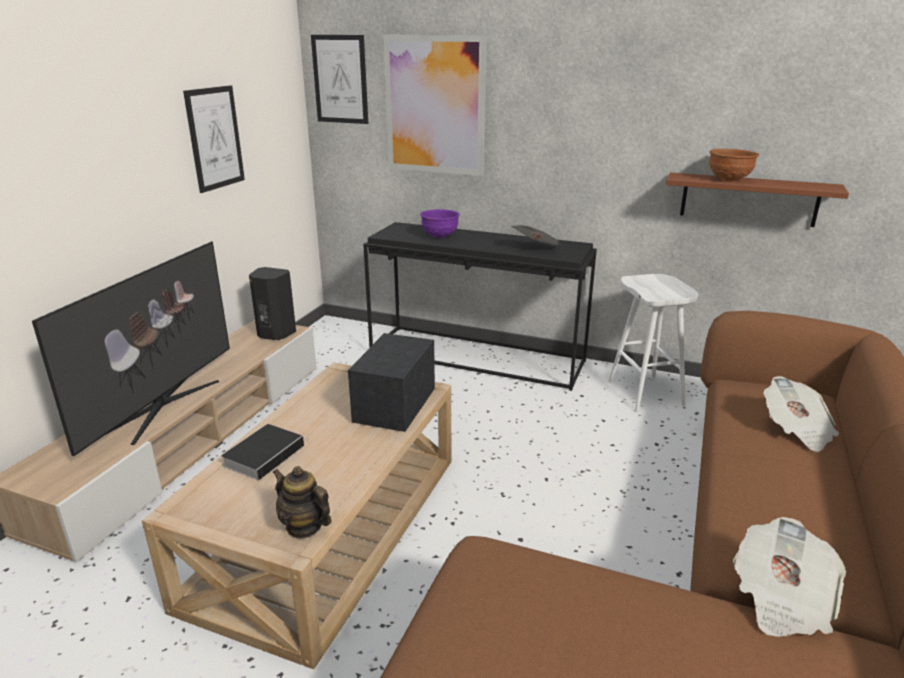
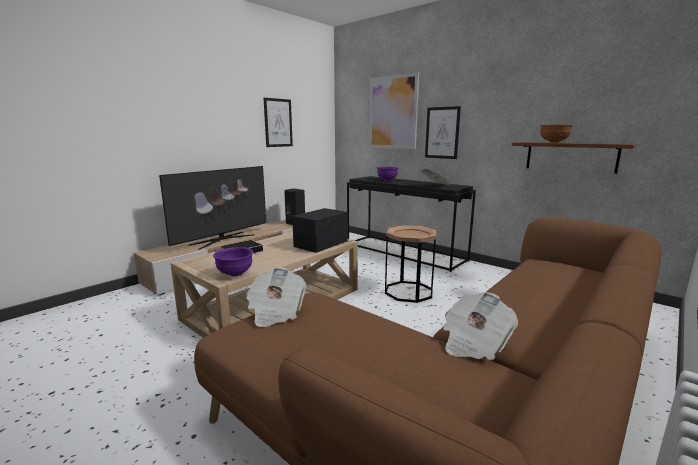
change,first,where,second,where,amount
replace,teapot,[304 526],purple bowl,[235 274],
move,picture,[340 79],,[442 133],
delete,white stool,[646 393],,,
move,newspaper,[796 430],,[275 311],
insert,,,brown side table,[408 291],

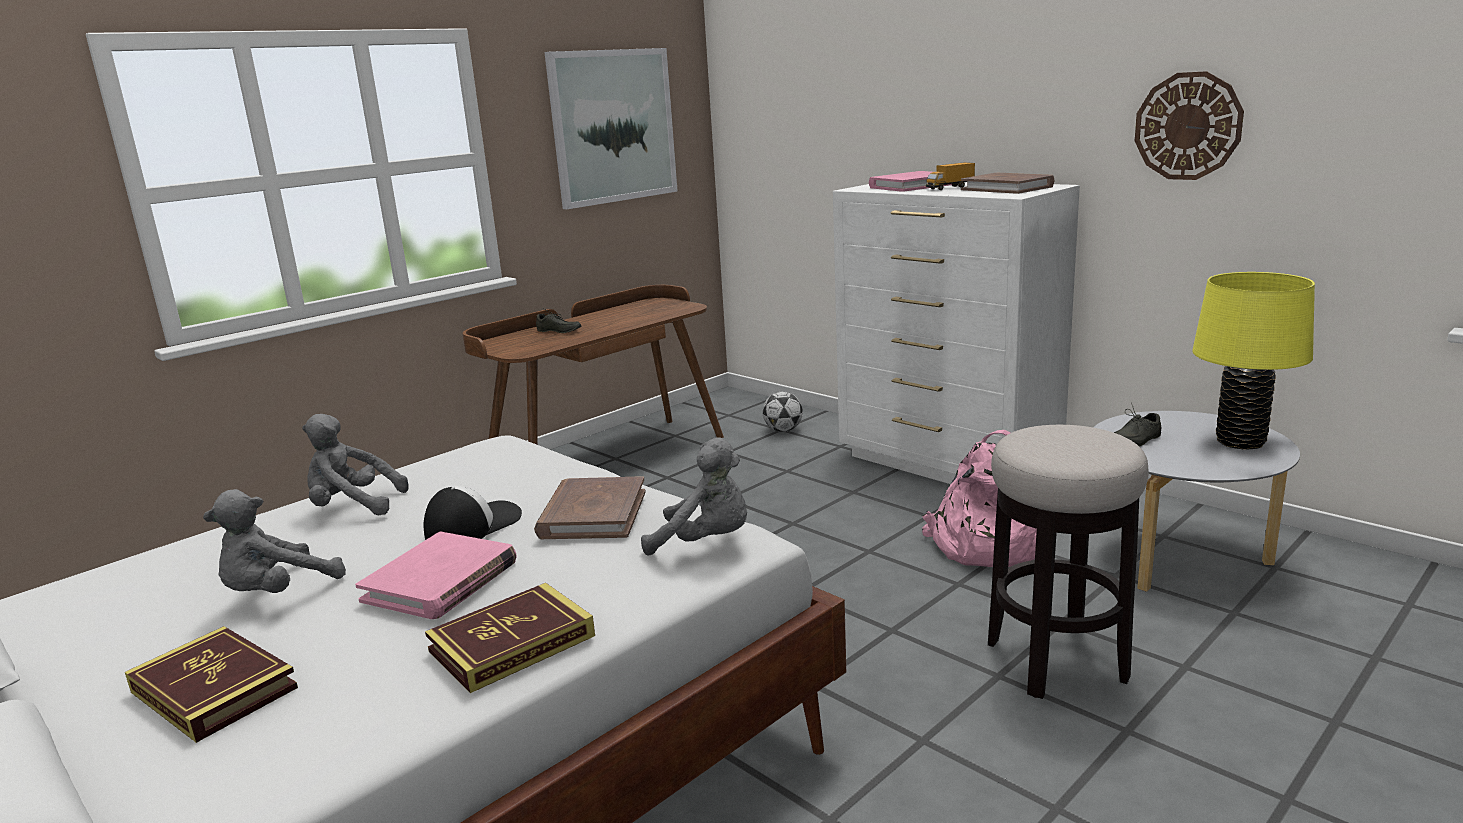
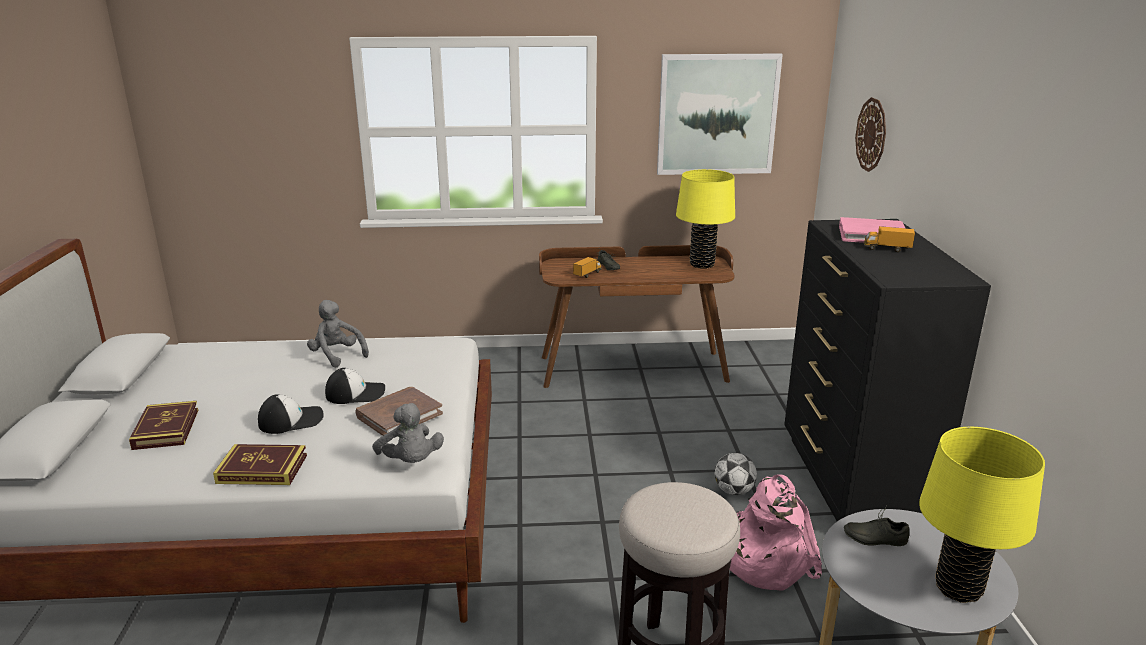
change,first,where,second,where,amount
delete,grey plush toy,[277 592],,,
replace,pink book,[441 581],cap,[291 420],
move,football,[783 430],,[734 491],
recolor,white dresser,[947 464],black dresser,[851 482],
delete,brown book,[1007 188],,,
move,wall clock,[1188 126],,[871 134],
insert,,,toy truck,[587 274],
insert,,,yellow table lamp,[702 264],

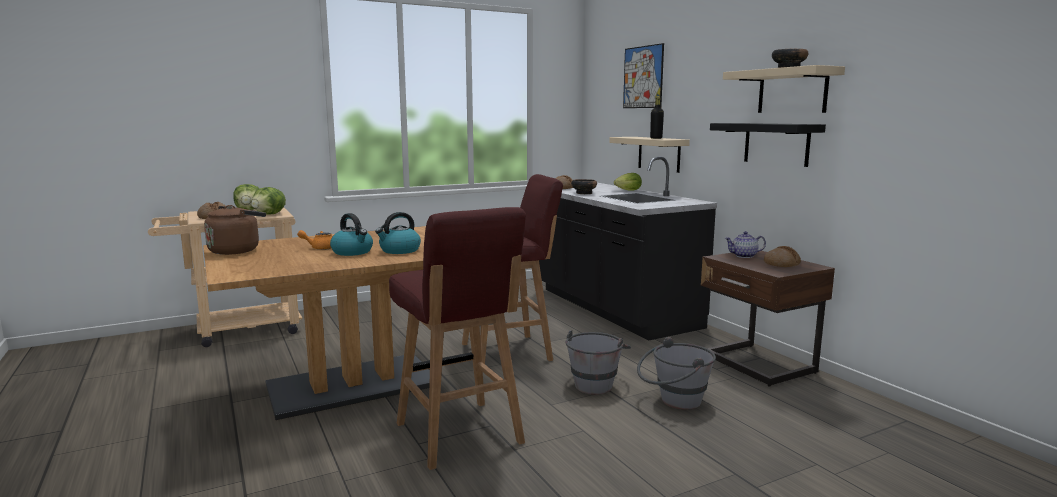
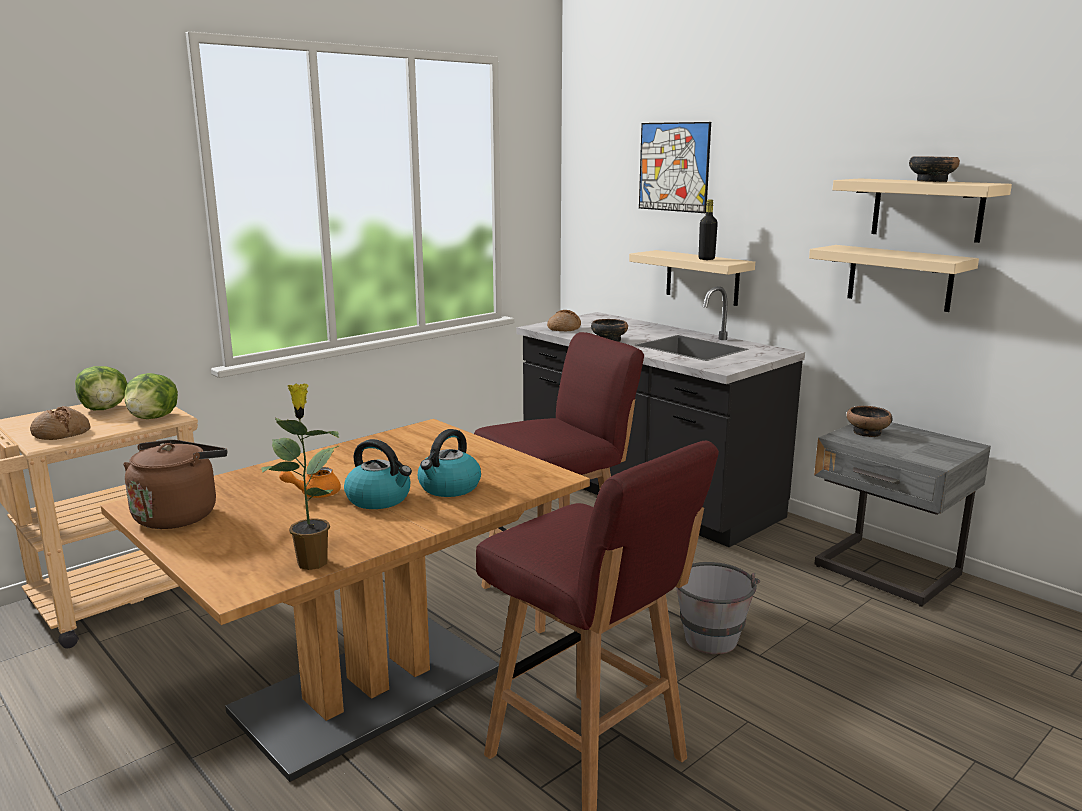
change,first,where,second,where,amount
delete,lettuce,[627 190],,,
delete,grey bucket,[673 402],,,
recolor,brown nightstand,[757 365],grey nightstand,[885 573],
recolor,black shelf,[776 143],beige shelf,[899 278],
replace,teapot,[744 256],bowl,[867 432],
delete,bread,[781 264],,,
insert,,,potted plant,[312 561],

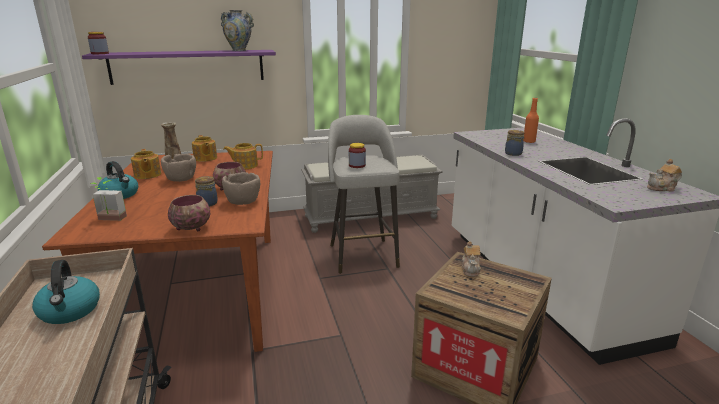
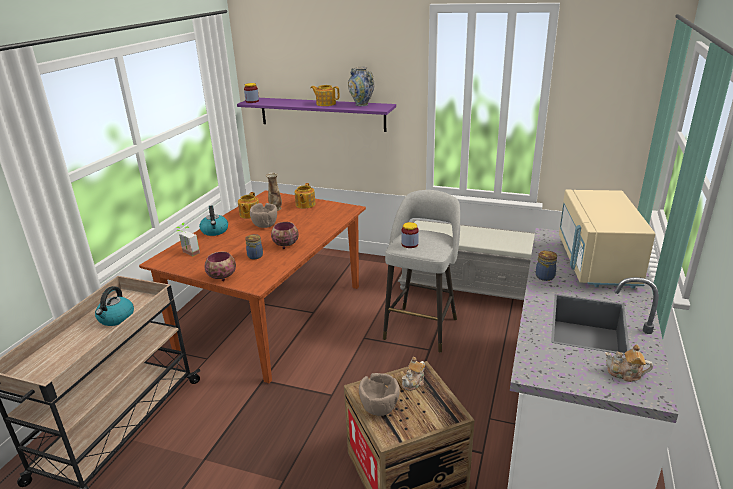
change,first,where,second,where,amount
move,brown bowl,[243 202],,[379 408],
move,teapot,[245 165],,[325 104],
replace,orange bottle,[529 141],beige microwave,[596 263],

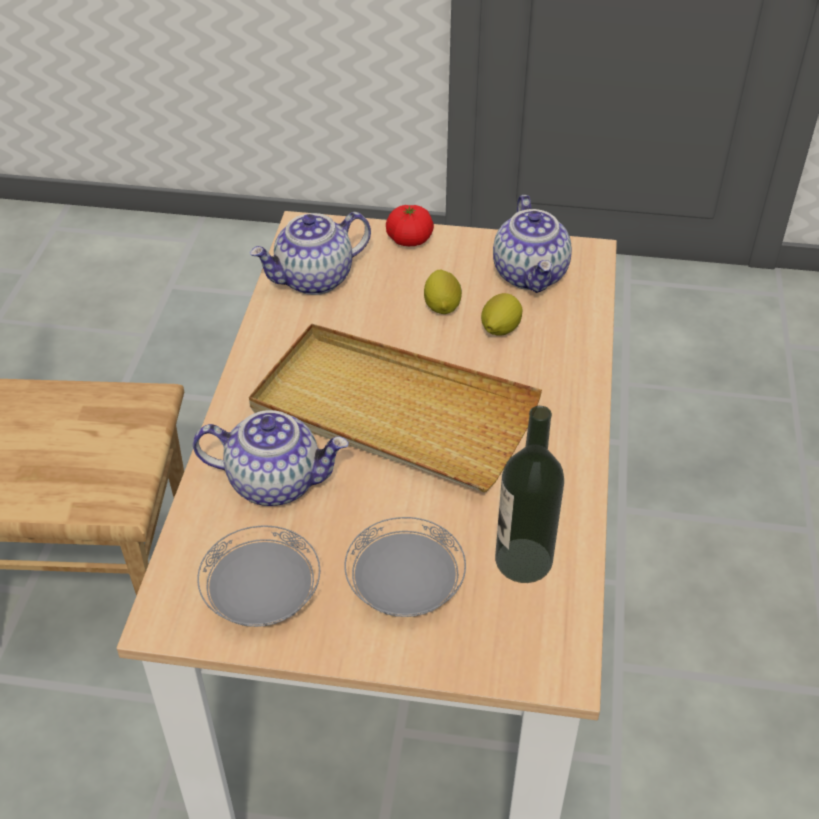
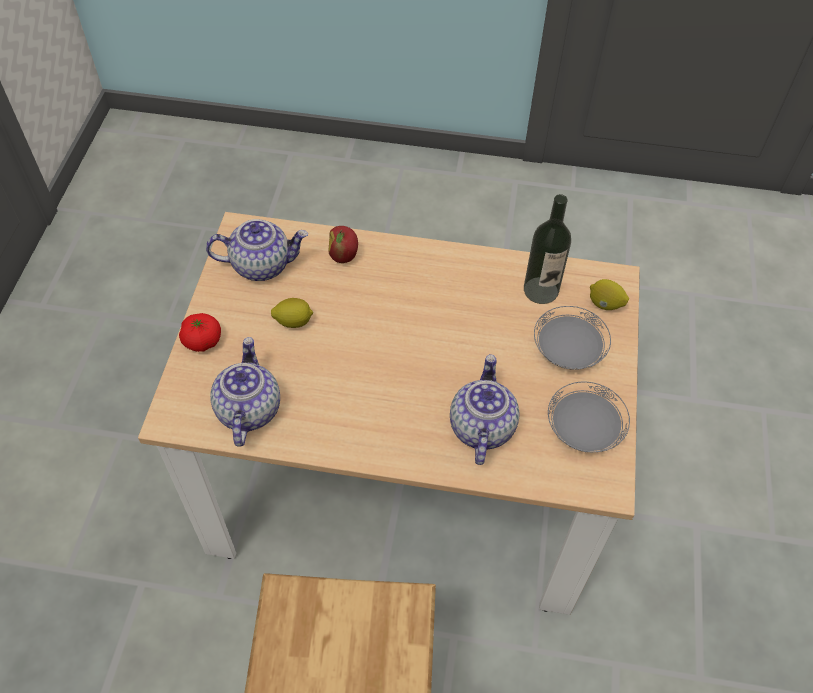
change,first,where,second,where,amount
delete,beige tray,[392 413],,,
rotate,teapot,[314 279],,[248 409],150 degrees counterclockwise
move,lemon,[499 330],,[605 304],
insert,,,apple,[343 256],

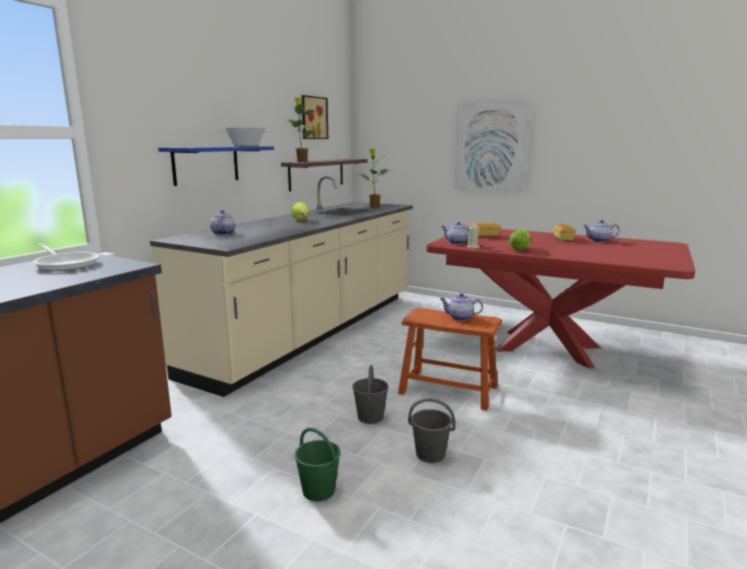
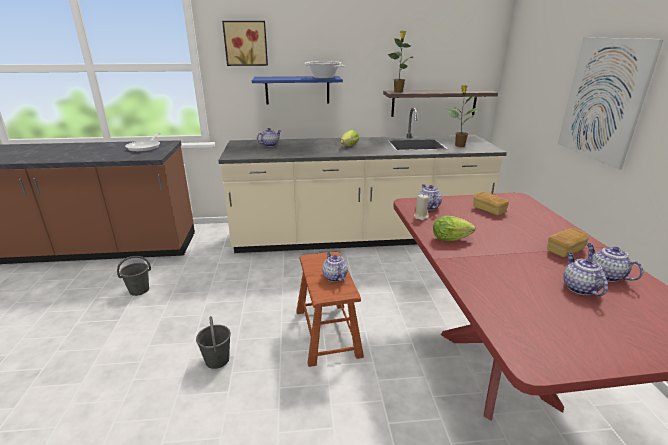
change,first,where,second,where,amount
delete,green bucket,[318 490],,,
move,picture,[313 118],,[246 43],
move,grey bucket,[370 417],,[139 290],
insert,,,teapot,[579 288],

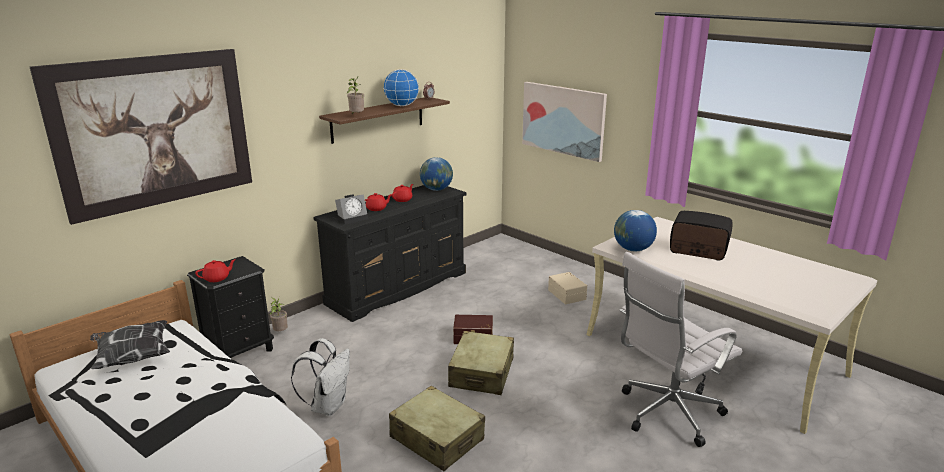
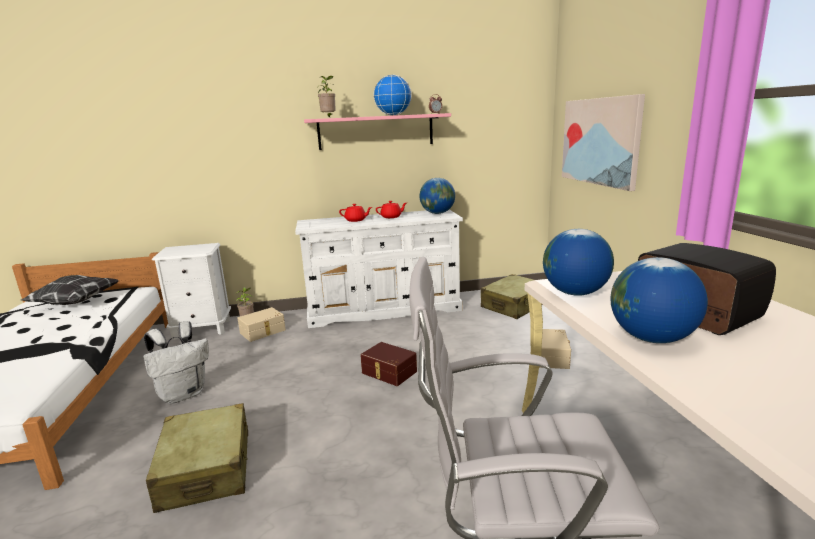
change,first,where,second,where,amount
delete,picture,[154 131],,,
recolor,black nightstand,[240 352],white nightstand,[202 329],
delete,red teapot,[217 278],,,
recolor,black dresser,[398 287],white dresser,[384 309],
recolor,brown shelf,[378 119],pink shelf,[376 132],
delete,alarm clock,[353 218],,,
move,beige suitcase,[482 373],,[514 305],
insert,,,beige storage box,[263 332],
insert,,,globe,[651 338],

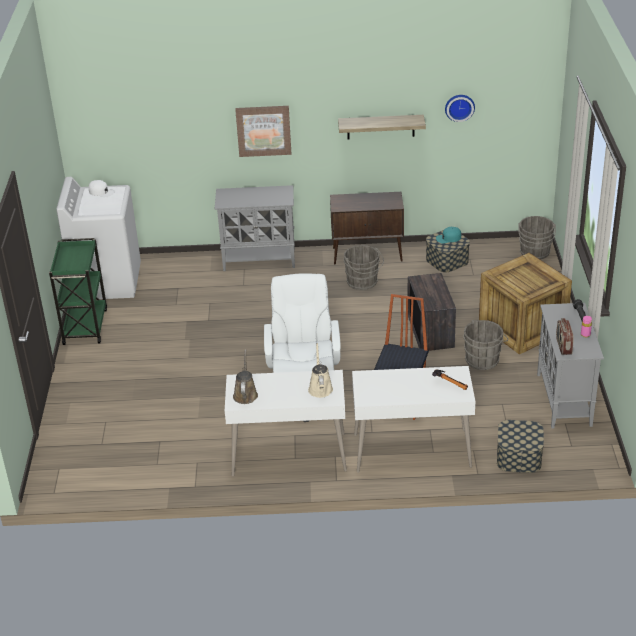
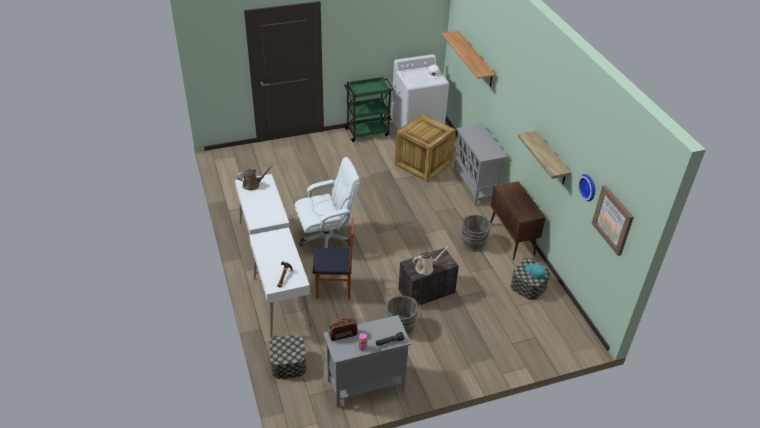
change,first,where,second,where,amount
move,picture,[263 130],,[613 220],
move,beige watering can,[320 387],,[426 268],
move,crate,[524 328],,[423 164],
delete,grey bucket,[534 253],,,
insert,,,shelf,[475 59],

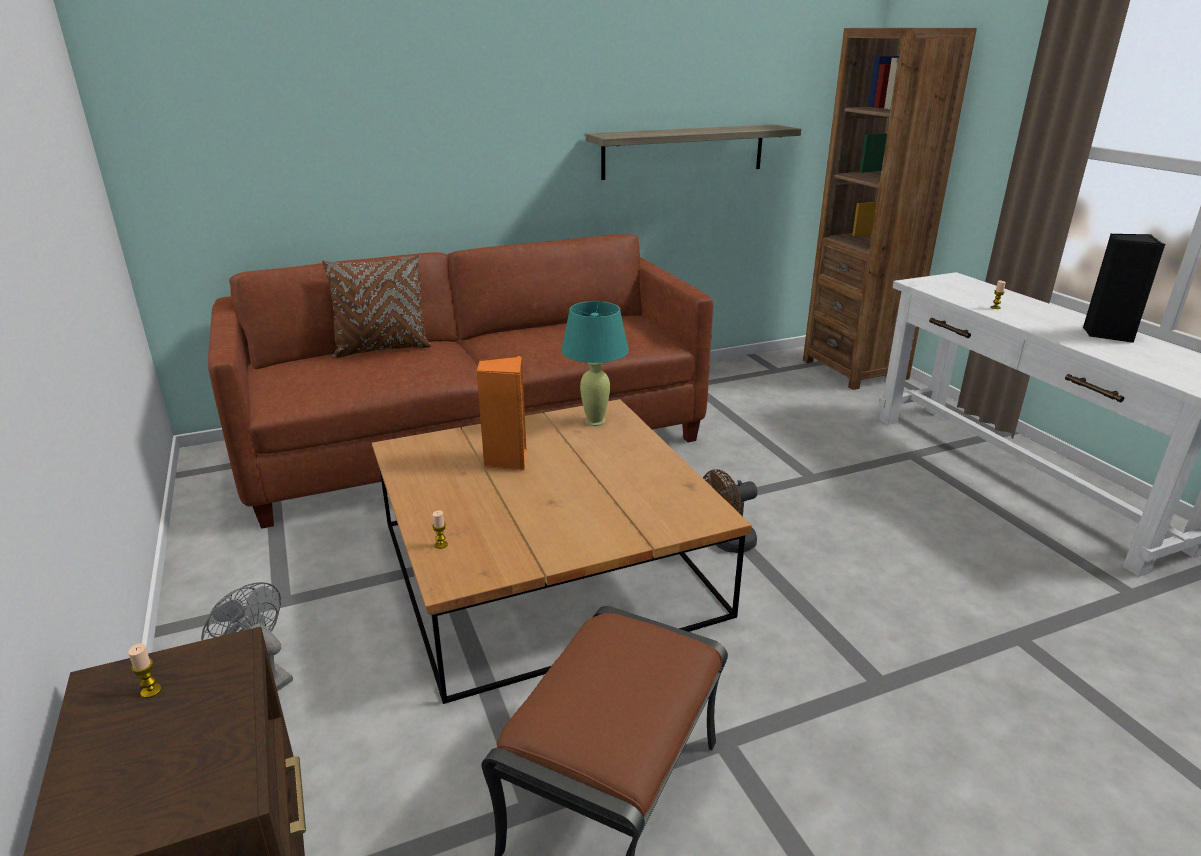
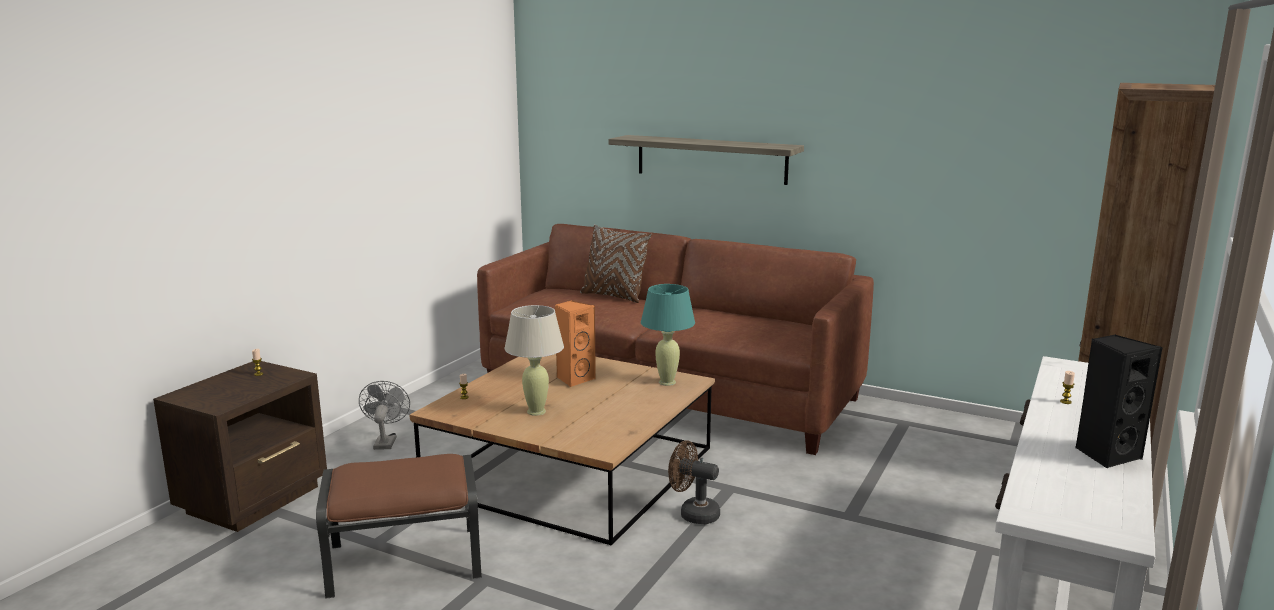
change,first,where,second,where,amount
move,shelf,[684 151],,[711 159],
insert,,,beige table lamp,[536 412],

